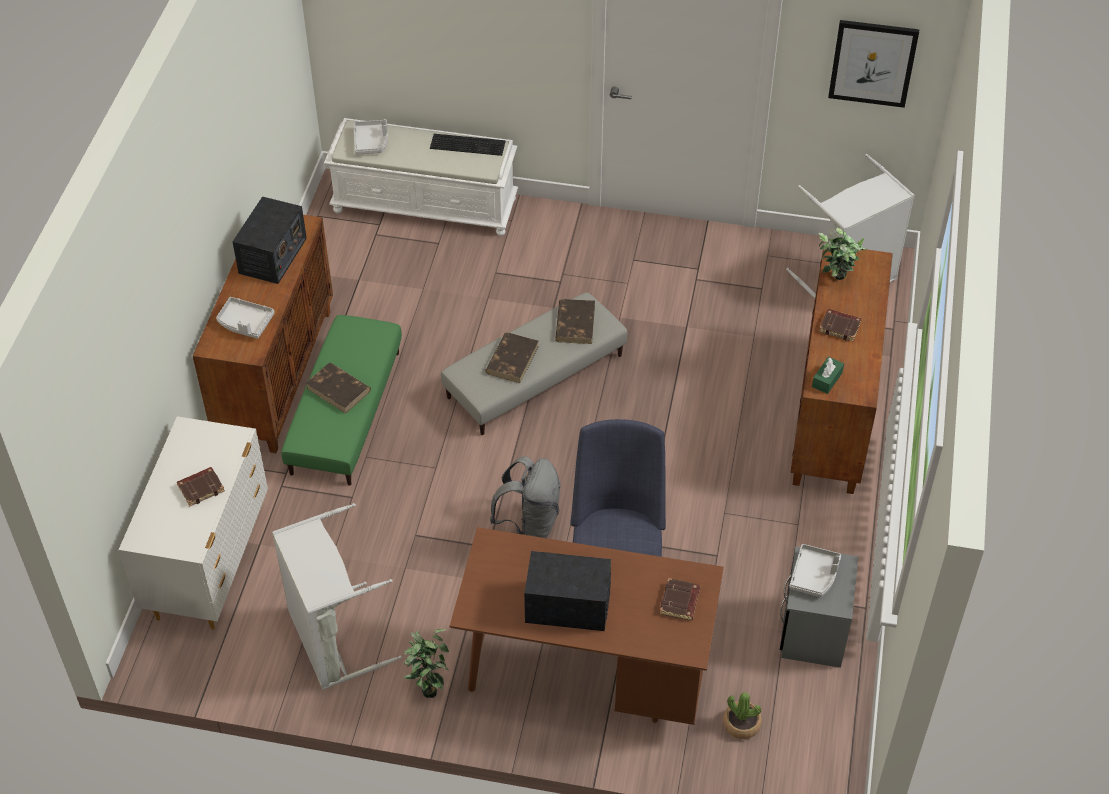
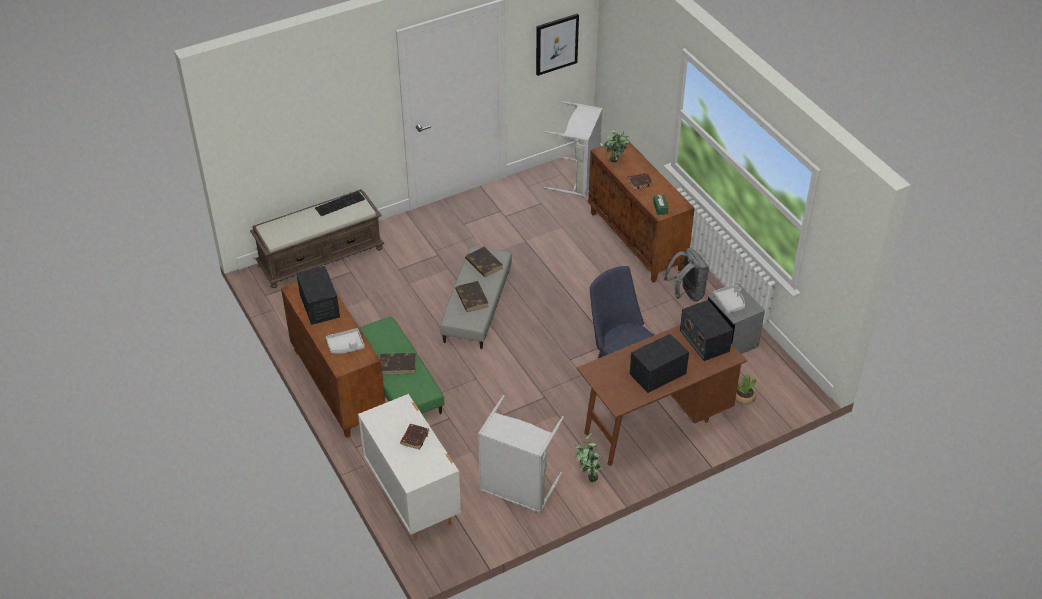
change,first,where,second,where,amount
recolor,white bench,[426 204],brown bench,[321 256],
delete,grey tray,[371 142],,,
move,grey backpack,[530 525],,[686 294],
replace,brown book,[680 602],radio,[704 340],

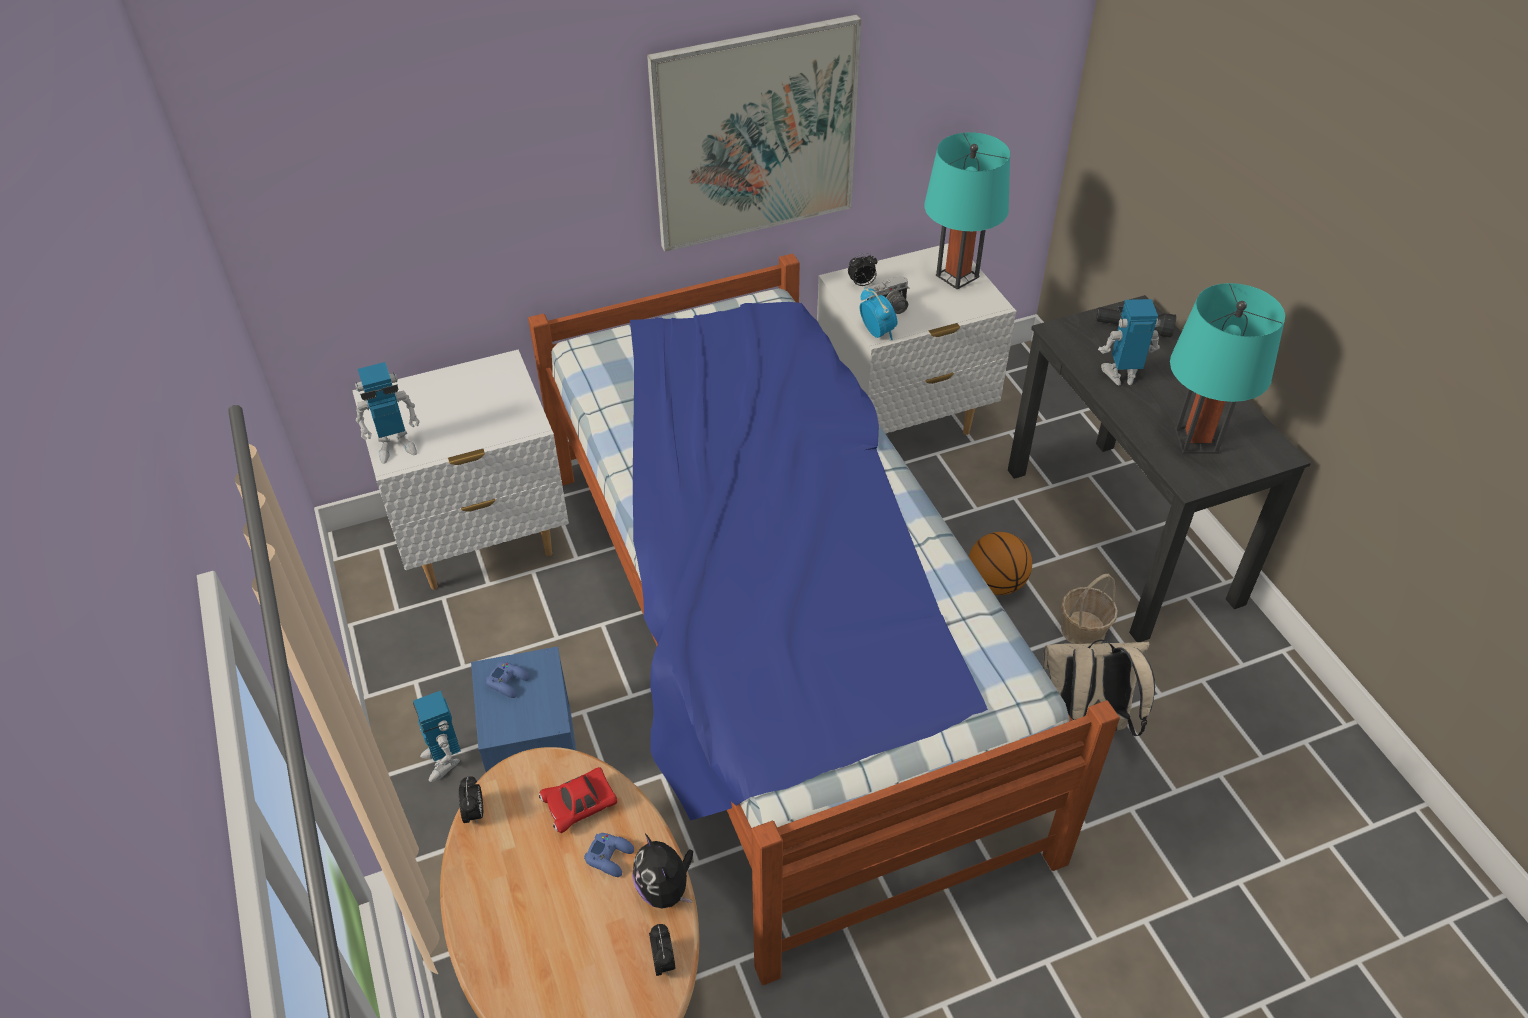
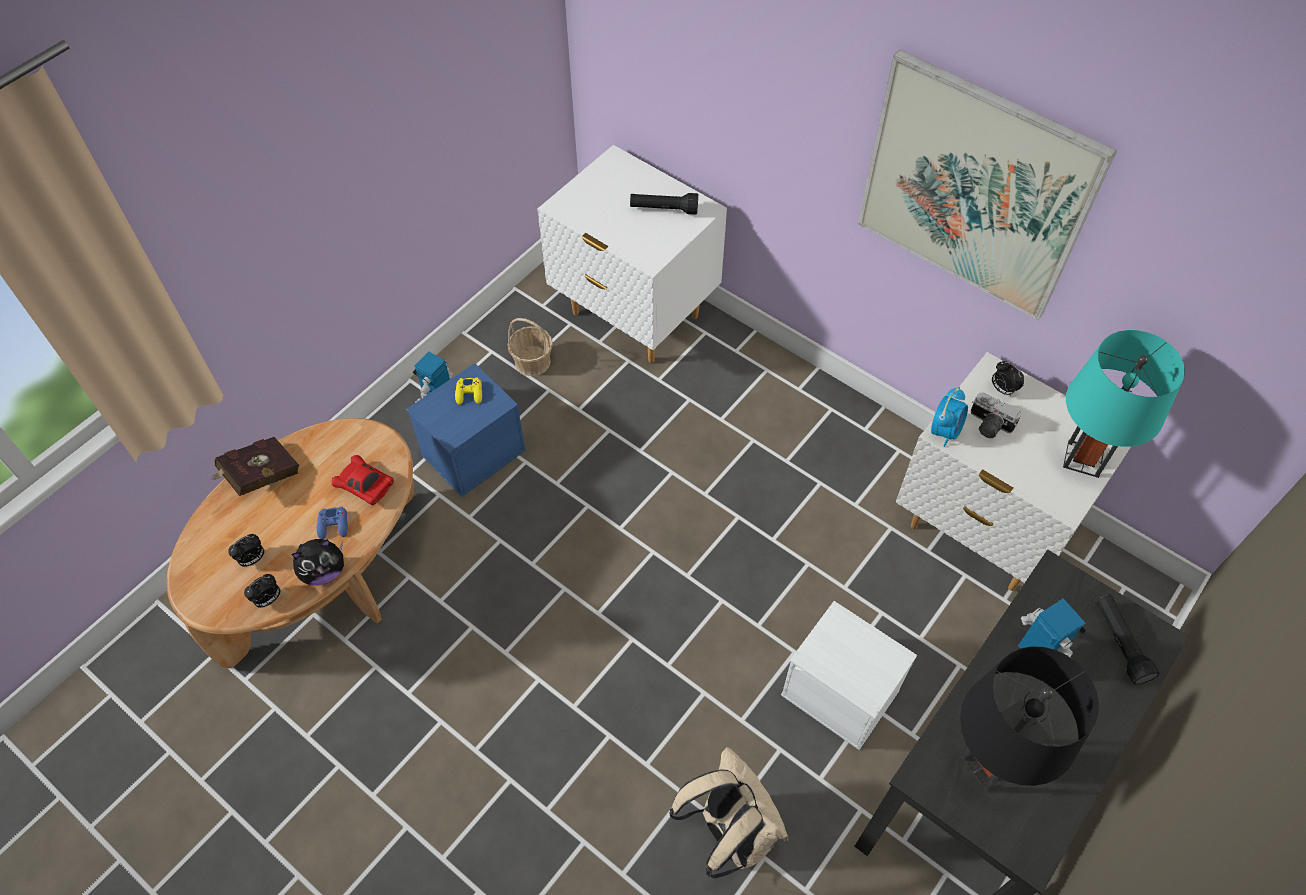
change,first,where,second,where,amount
delete,toy robot,[395 446],,,
move,alarm clock,[474 813],,[252 559],
recolor,blue game controller,[508 682],yellow game controller,[469 393],
delete,bed,[775 647],,,
rotate,plush toy,[665 889],,[324 572],150 degrees counterclockwise
replace,basketball,[996 583],white storage box,[842 692],
move,basket,[1082 630],,[532 361],
recolor,turquoise table lamp,[1196 441],black table lamp,[989 764],
insert,,,red book,[259 476],
insert,,,black flashlight,[663 209],

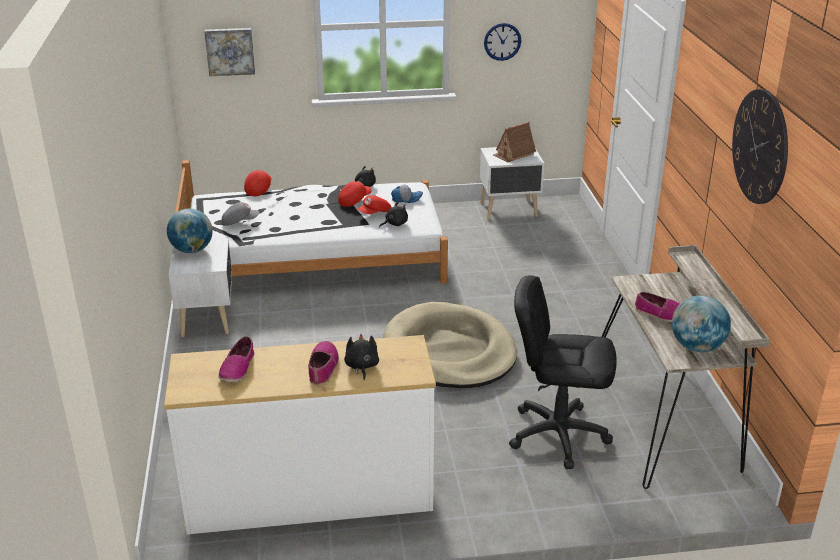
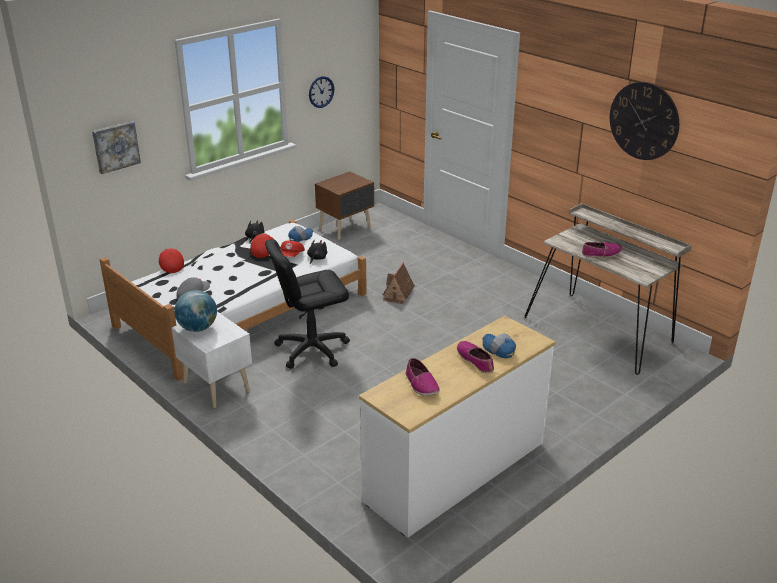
change,first,where,second,where,amount
replace,black plush toy,[361 366],cap,[498 350],
delete,beige dog bed,[449 351],,,
recolor,white nightstand,[509 210],brown nightstand,[346 228],
move,toy house,[514 154],,[398 294],
move,black office chair,[558 434],,[312 349],
delete,globe,[696 347],,,

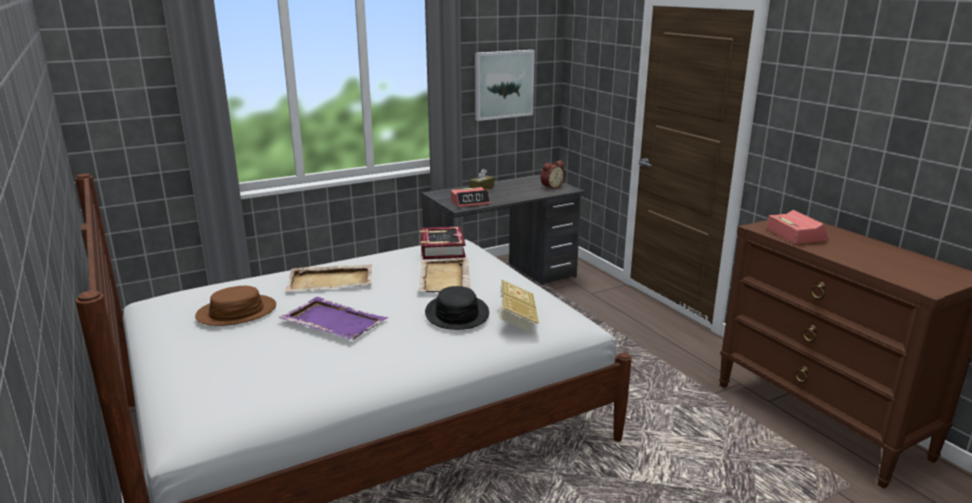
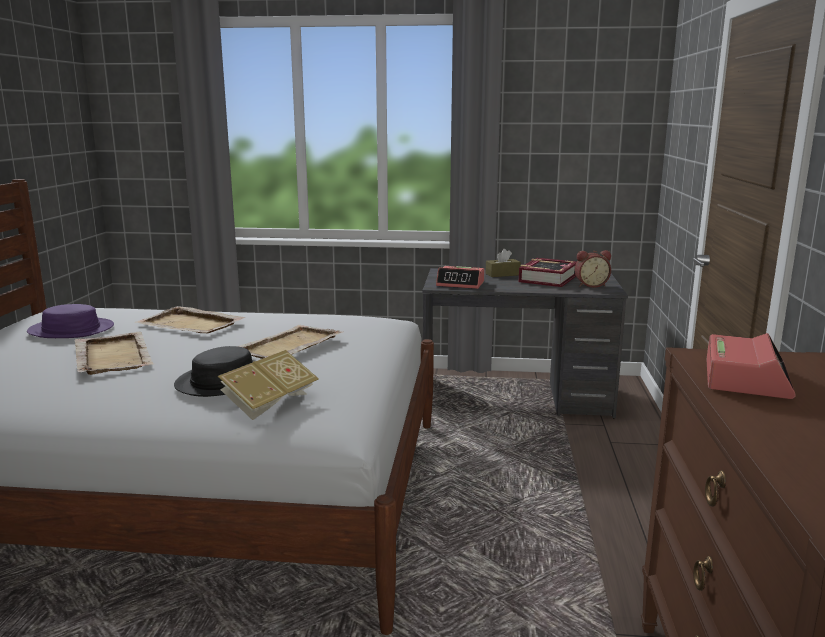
change,first,where,second,where,amount
recolor,brown hat,[237 312],purple hat,[71 330],
recolor,purple tray,[333 321],beige tray,[113 356],
move,book,[441 249],,[547 279],
delete,picture,[503 84],,,

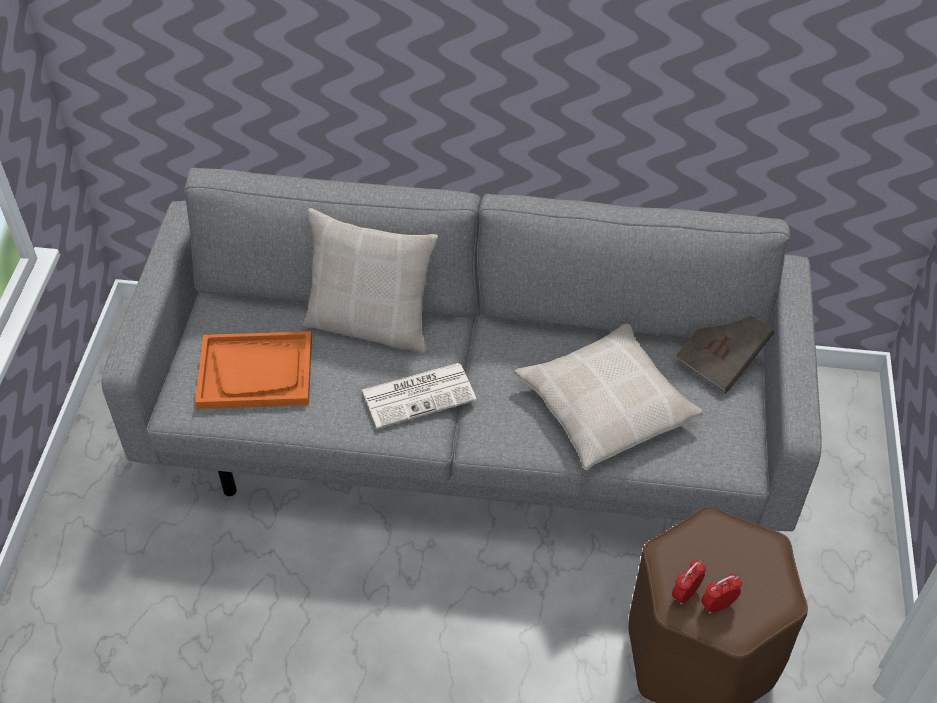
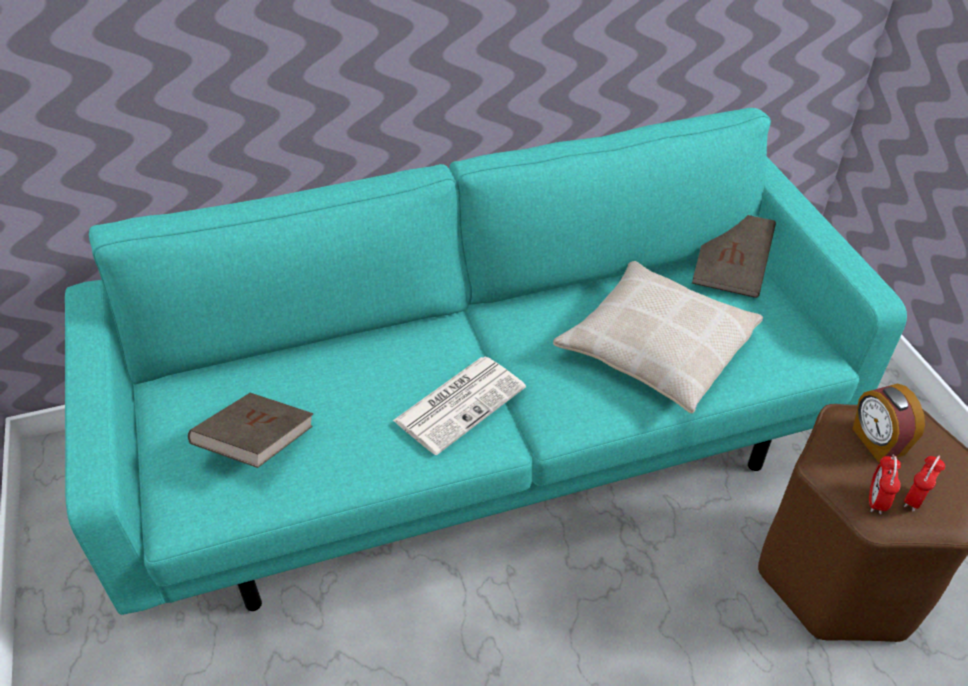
change,first,where,second,where,amount
recolor,grey sofa,[468 433],turquoise sofa,[483 443],
replace,orange tray,[256 372],brown book,[257 445],
delete,beige pillow,[371 324],,,
insert,,,alarm clock,[876 442],

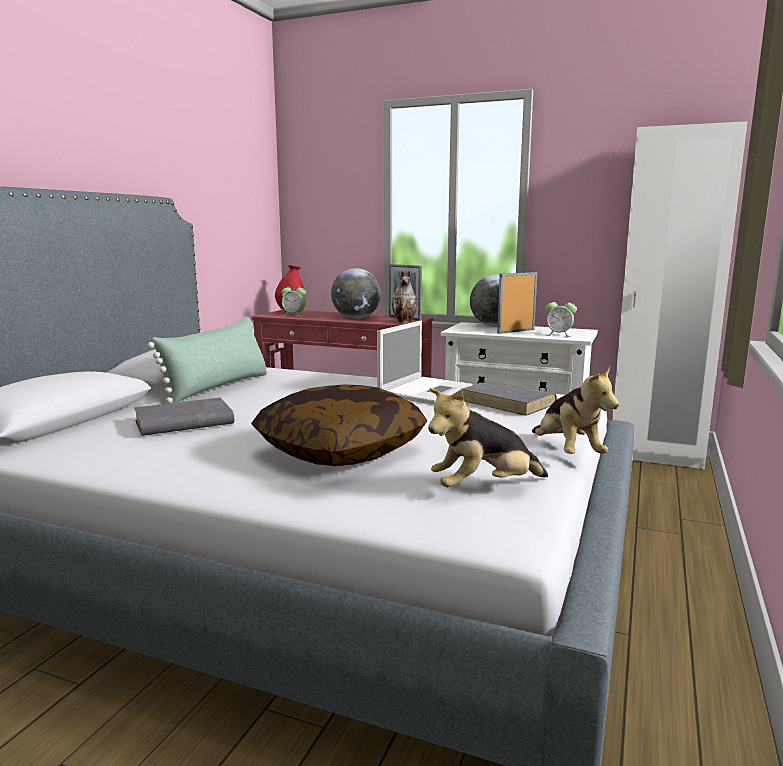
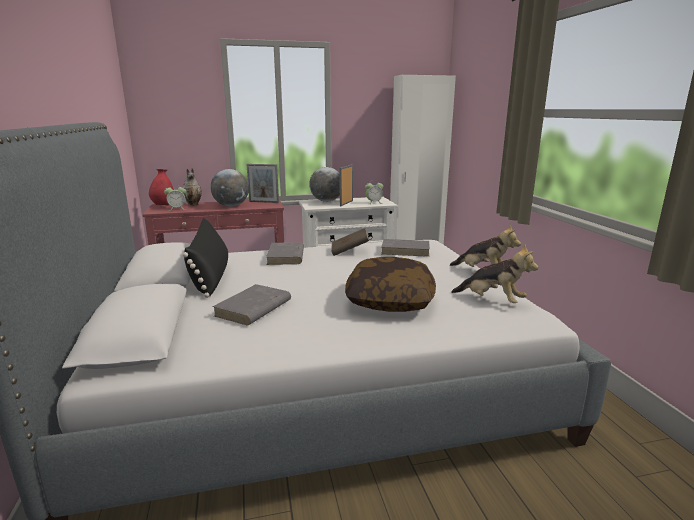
change,first,where,second,where,amount
recolor,green pillow,[218 387],black pillow,[211 276],
replace,laptop,[426 390],brown book,[349 251],
move,vase,[405 322],,[194 204],
rotate,plush toy,[484 488],,[492 301],90 degrees counterclockwise
insert,,,grey book,[286 256],

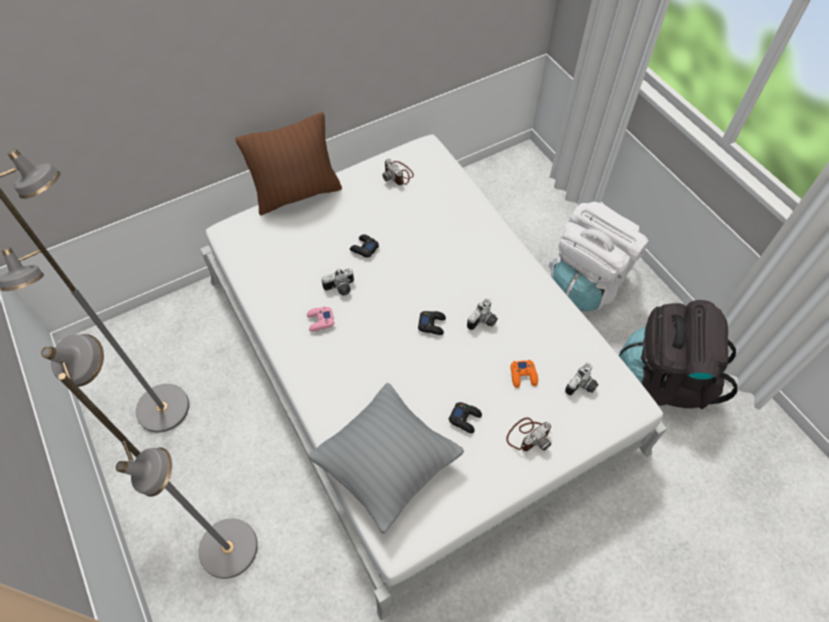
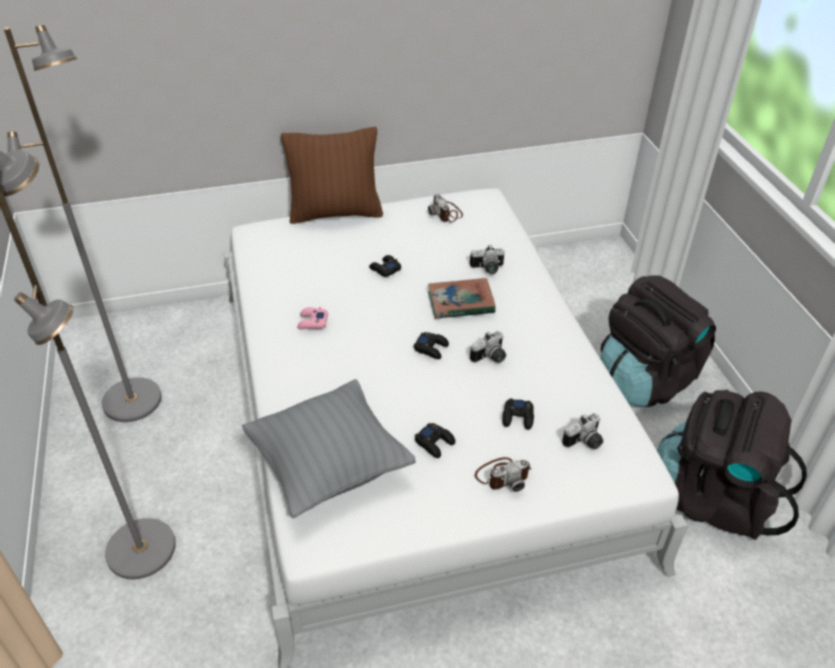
change,first,where,second,where,amount
move,photo camera,[340 288],,[487 269],
recolor,orange game controller,[523 376],black game controller,[518 417],
recolor,white backpack,[586 282],black backpack,[644 379],
insert,,,book,[460 302],

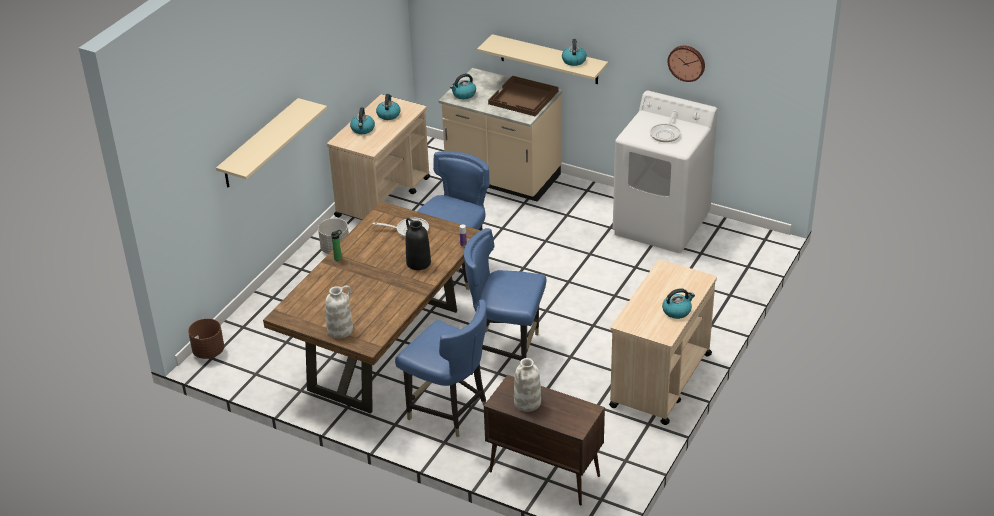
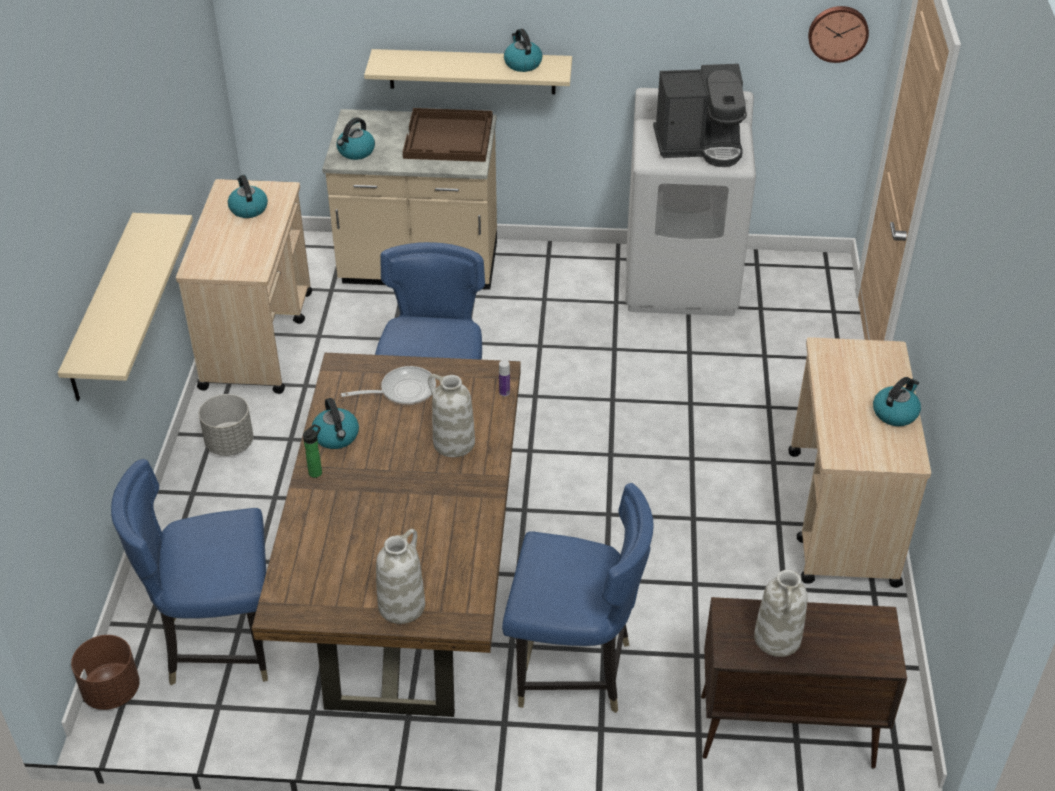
change,first,where,second,where,amount
move,kettle,[363 129],,[336 437],
recolor,black vase,[418 262],white vase,[453 443],
move,blue chair,[506 349],,[220 643],
replace,frying pan,[666 134],coffee machine,[700 145],
move,wall clock,[687 62],,[838 32],

